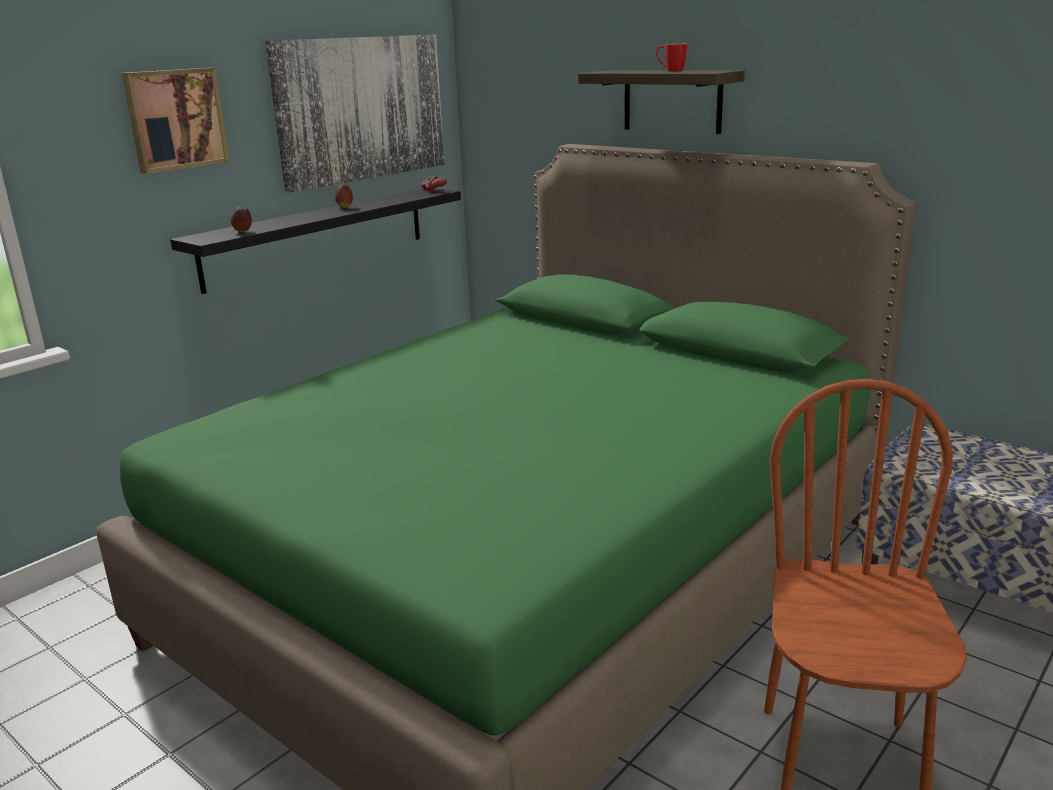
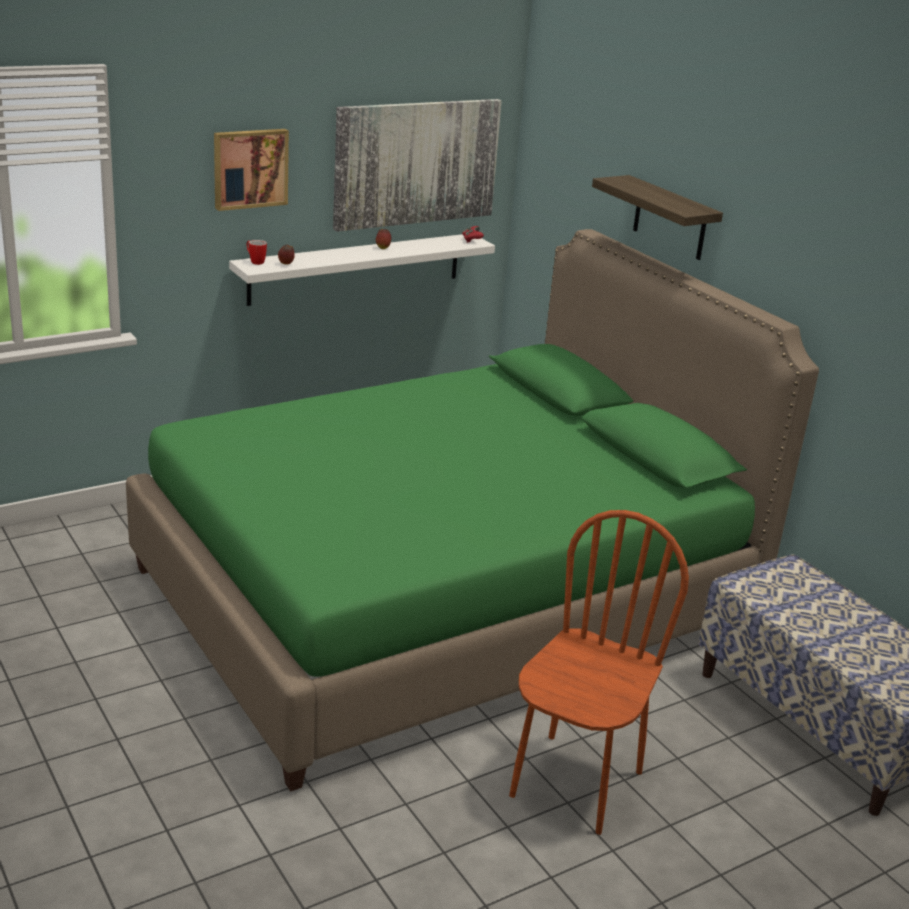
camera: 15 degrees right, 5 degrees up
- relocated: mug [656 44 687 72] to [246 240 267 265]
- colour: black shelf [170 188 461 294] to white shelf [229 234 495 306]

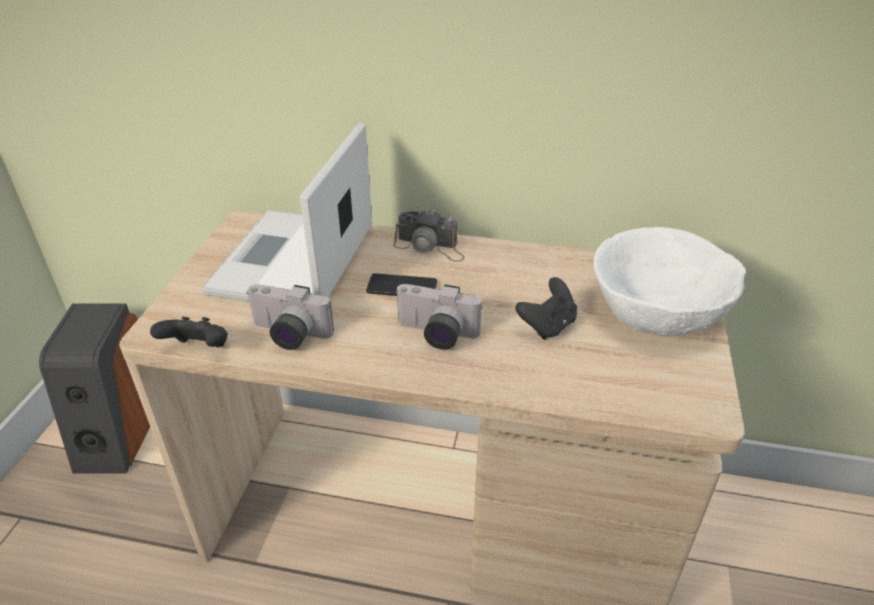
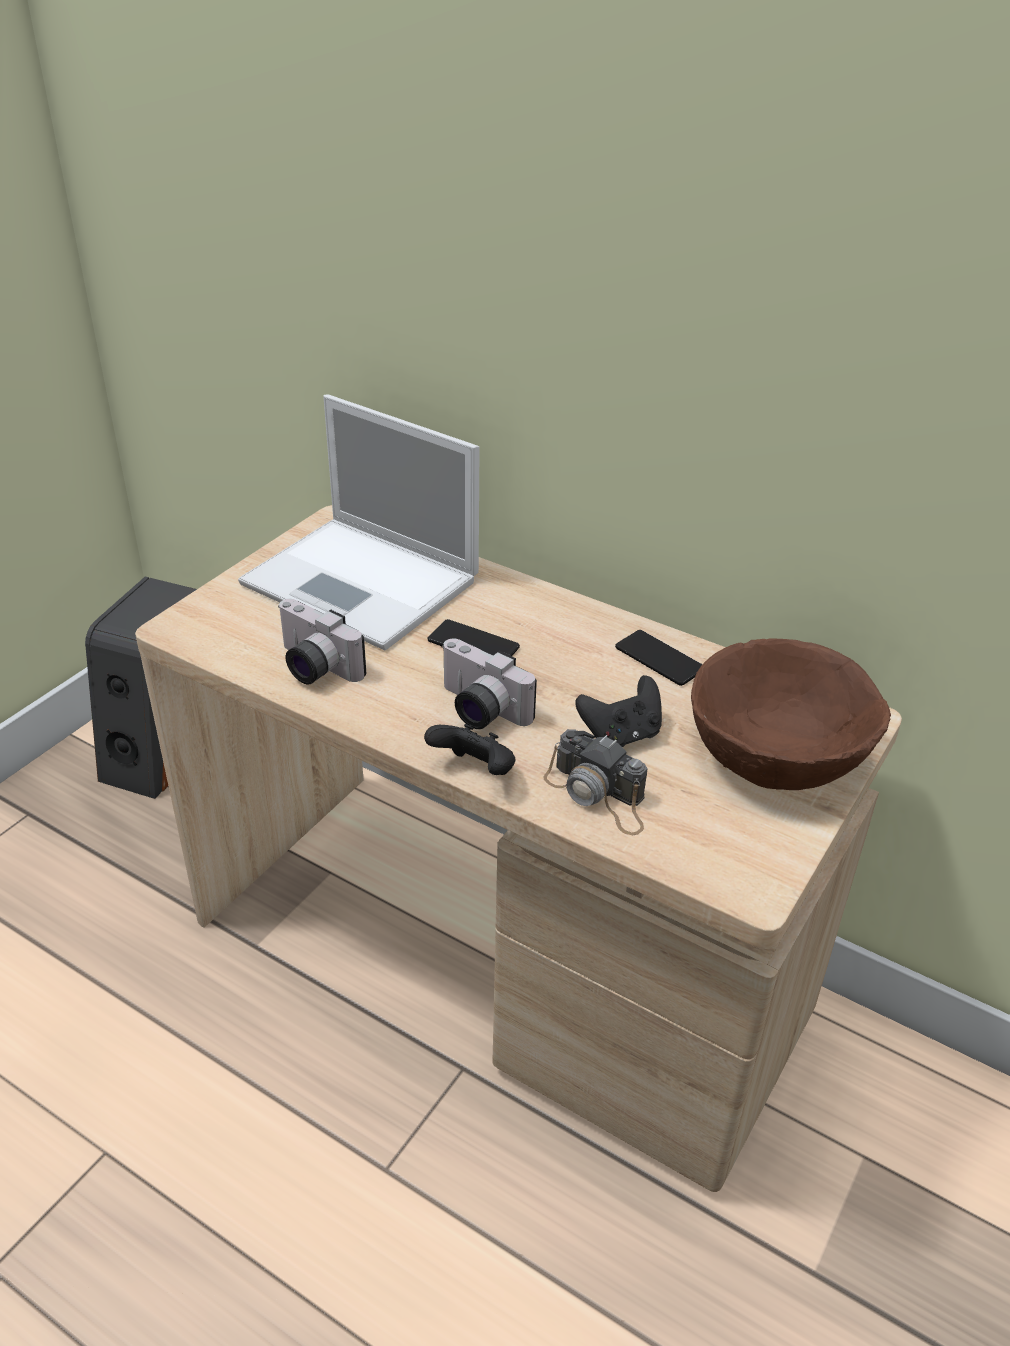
camera: 20 degrees right, 0 degrees up
- spun: laptop [201 123 372 302] = [238 394 480 650] 90 degrees counterclockwise
- relocated: photo camera [393 208 465 262] to [543 729 648 835]
- colour: white bowl [593 227 746 336] to brown bowl [691 638 891 790]
- relocated: black game controller [150 317 228 348] to [424 724 515 775]
- appeared: phone [615 630 702 686]

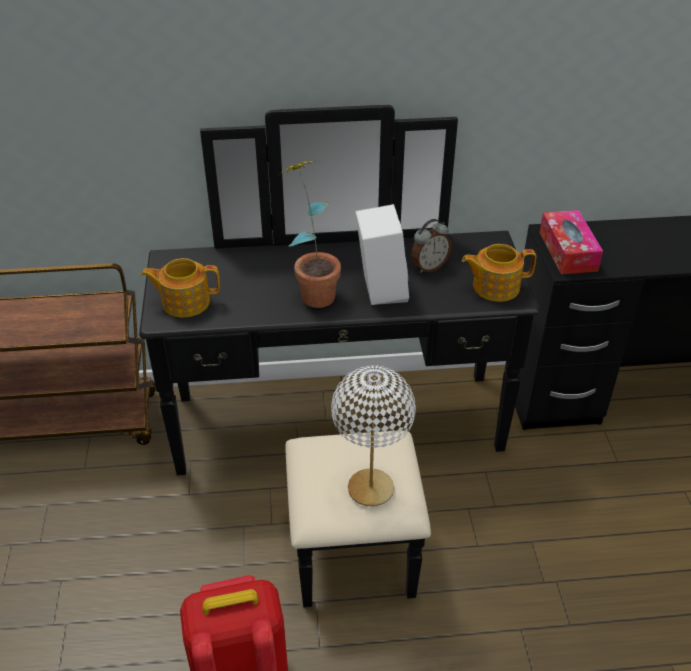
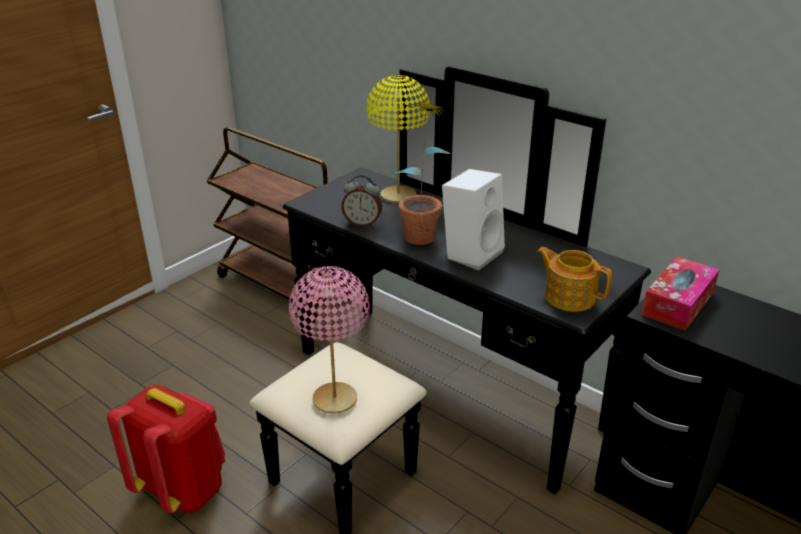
camera: 45 degrees right, 10 degrees down
- relocated: alarm clock [411 219 451 273] to [341 175 382 227]
- missing: teapot [141 258 220 317]
- colour: white table lamp [331 365 416 506] to pink table lamp [289 266 370 414]
- appeared: yellow table lamp [366 75 430 203]

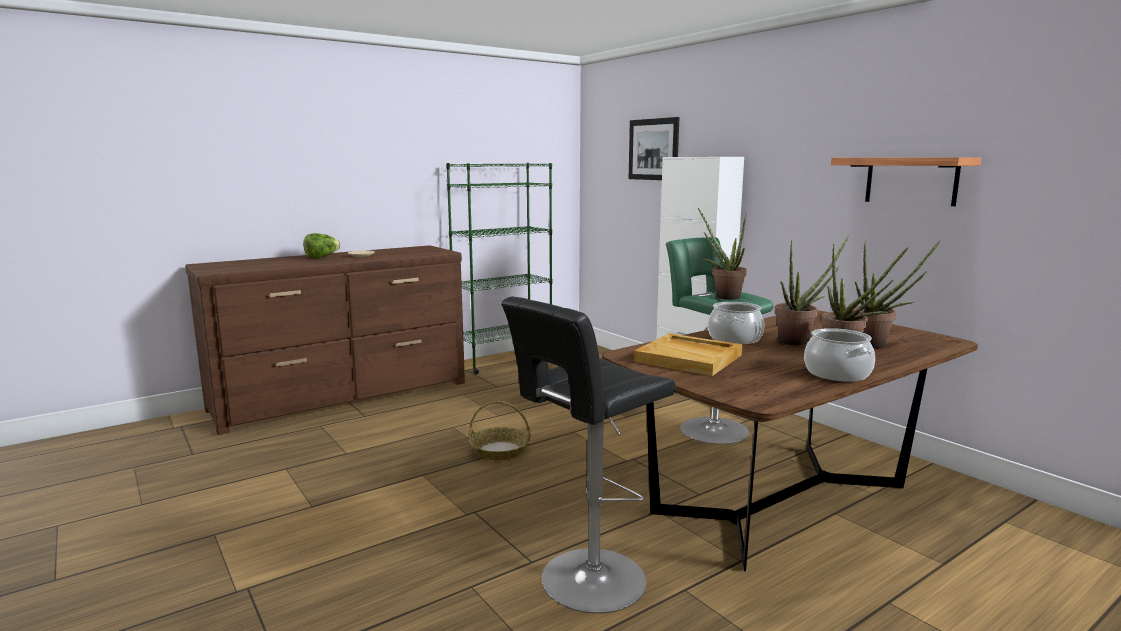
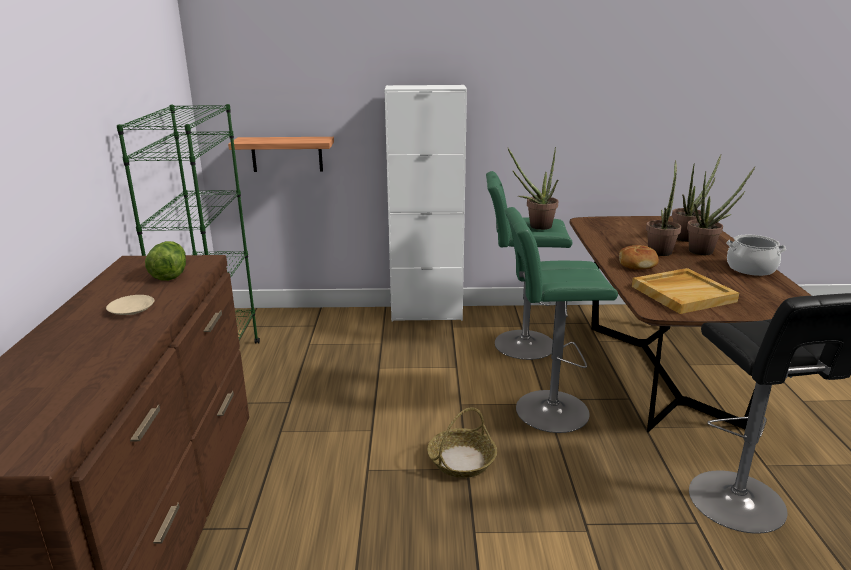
camera: 55 degrees left, 10 degrees up
- missing: picture [629 117 680 180]
- relocated: shelf [831 157 981 206] to [228 137 334 172]
- relocated: lettuce [303 233 341 258] to [145 241 186 281]
- exchanged: cooking pot [708 302 765 345] to bread [619 245 659 270]
- appeared: green stool [505 207 618 433]

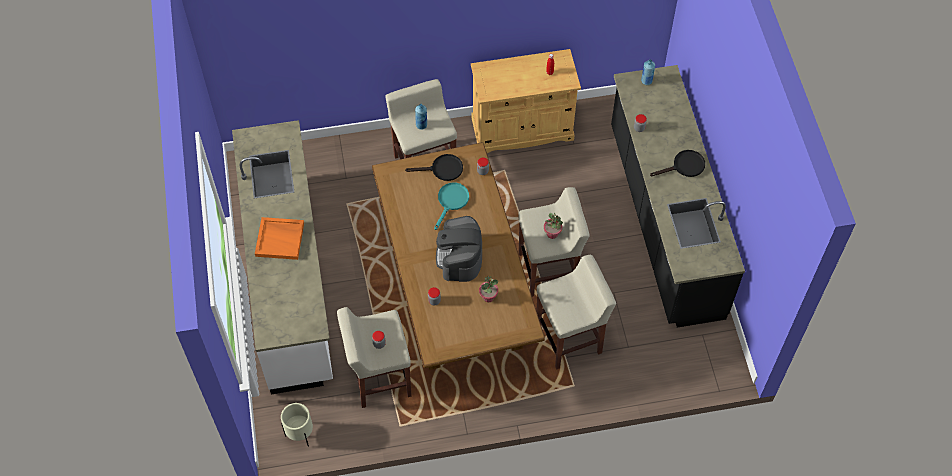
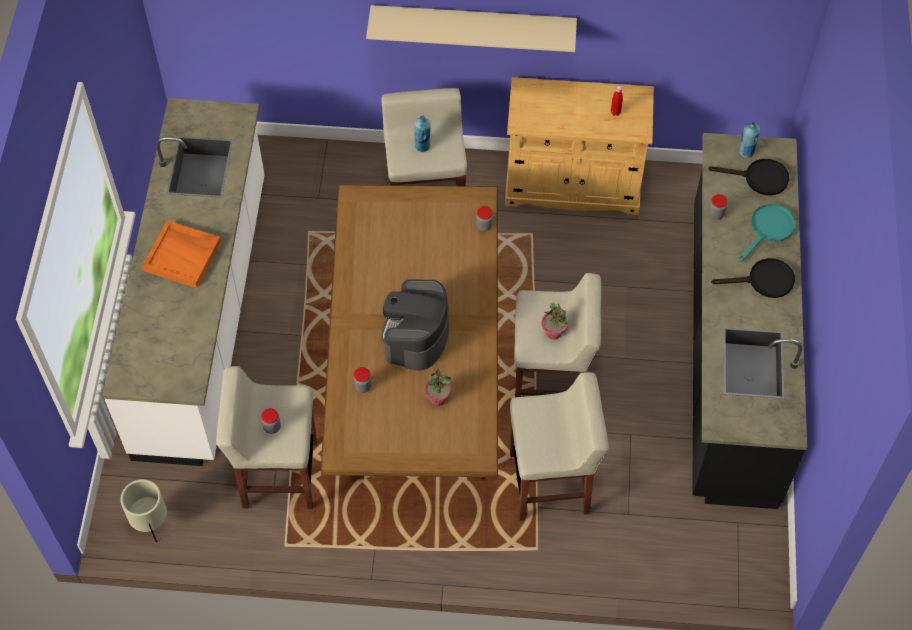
camera: 15 degrees right, 0 degrees up
- relocated: black frying pan [405 154 463 181] to [708 159 789 195]
- relocated: turquoise frying pan [434 182 469 230] to [738 204 796 262]
- appeared: beige shelf [366 5 577 52]

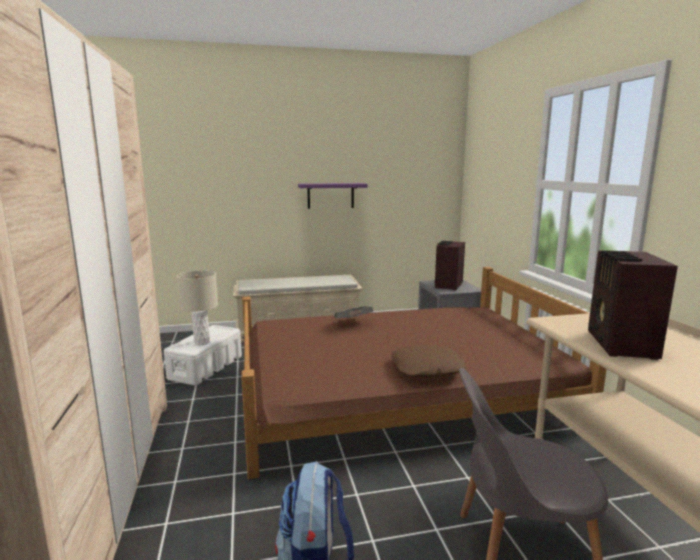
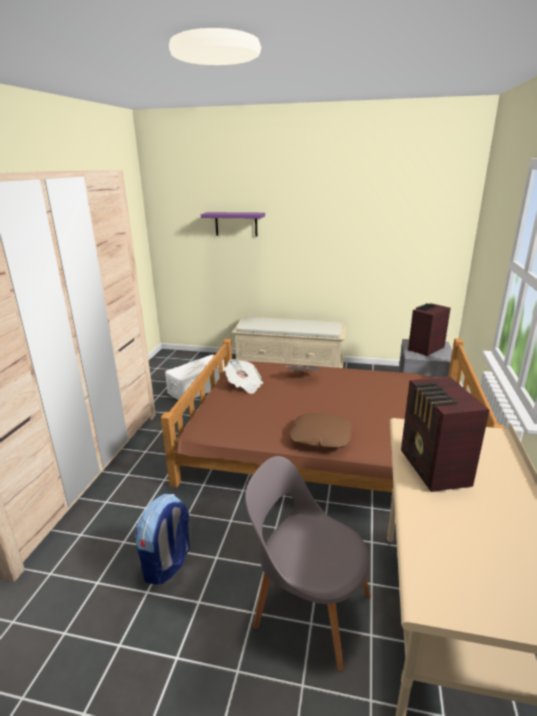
camera: 25 degrees right, 10 degrees up
- relocated: purple shelf [298 183 368 209] to [201 212 265 236]
- spun: radio [588 250 678 360] = [401 376 489 492] 45 degrees counterclockwise
- missing: beige table lamp [177 270 218 345]
- appeared: newspaper [224 359 264 394]

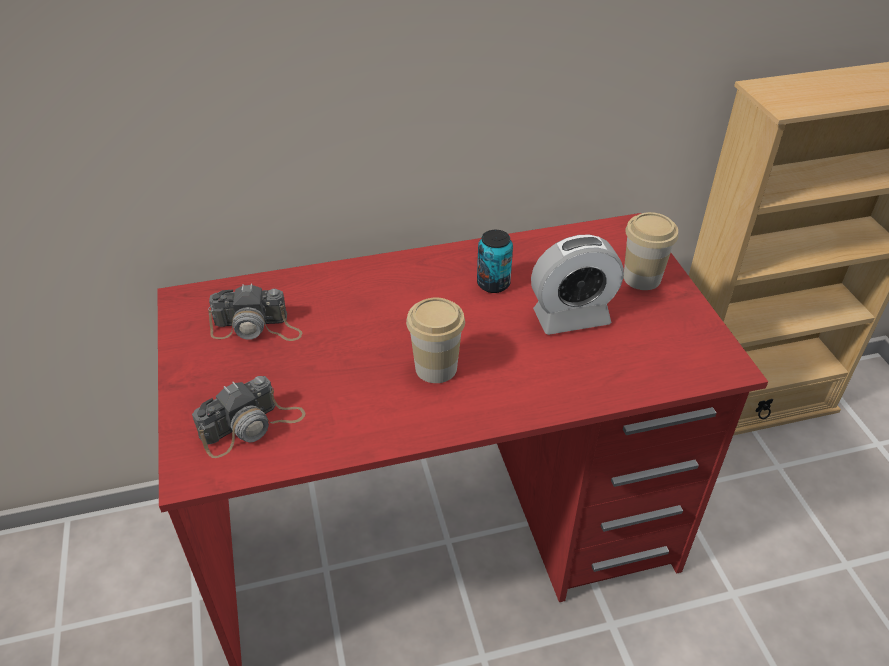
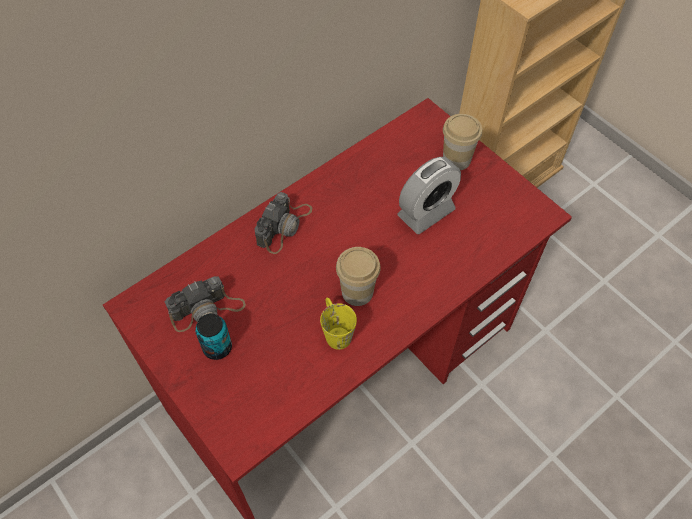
camera: 25 degrees left, 15 degrees up
- relocated: can [477 230 513 293] to [195 314 232 360]
- relocated: photo camera [192 376 306 458] to [255 192 312 254]
- appeared: yellow mug [320 298 357 350]

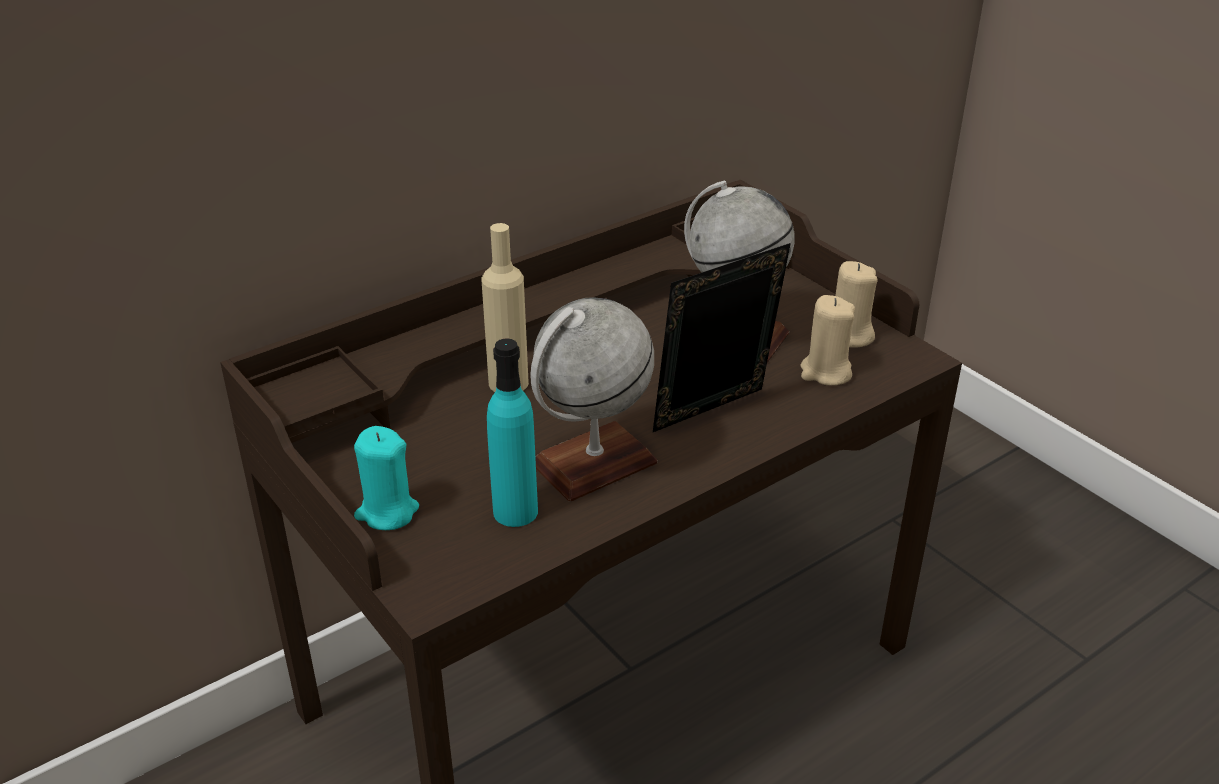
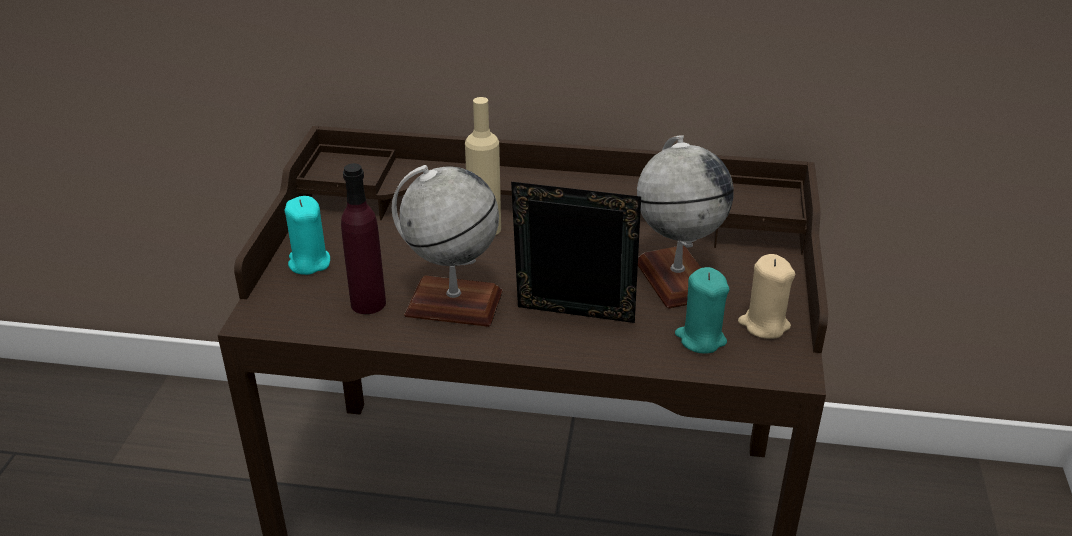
camera: 45 degrees right, 0 degrees up
- colour: beige candle [800 295 855 385] to turquoise candle [675 267 729 354]
- colour: turquoise bottle [487 338 538 527] to purple bottle [341 163 386 314]

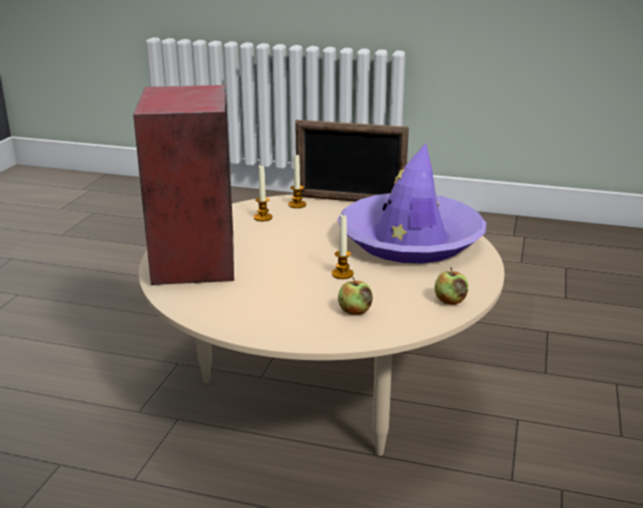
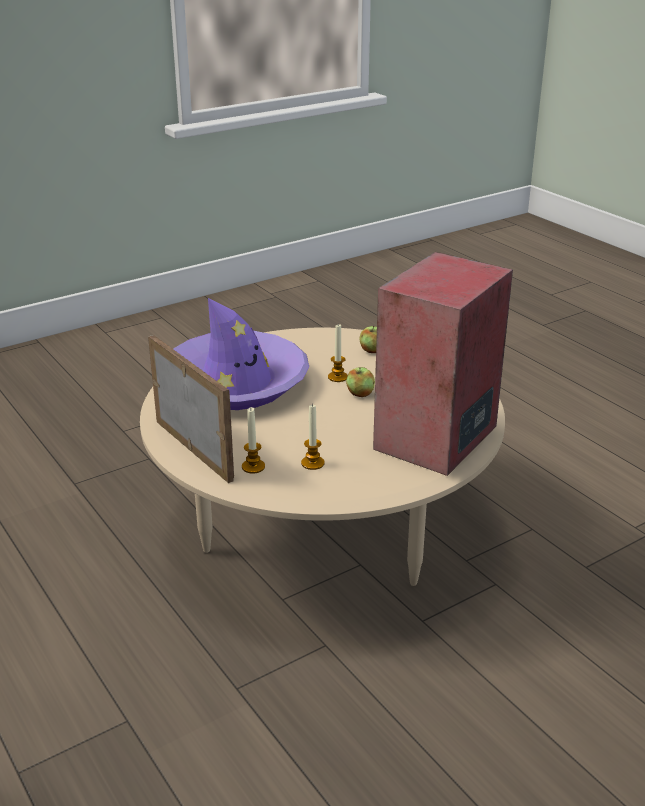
camera: 140 degrees left, 5 degrees up
- relocated: apple [434 267 468 305] to [346 367 375 397]

